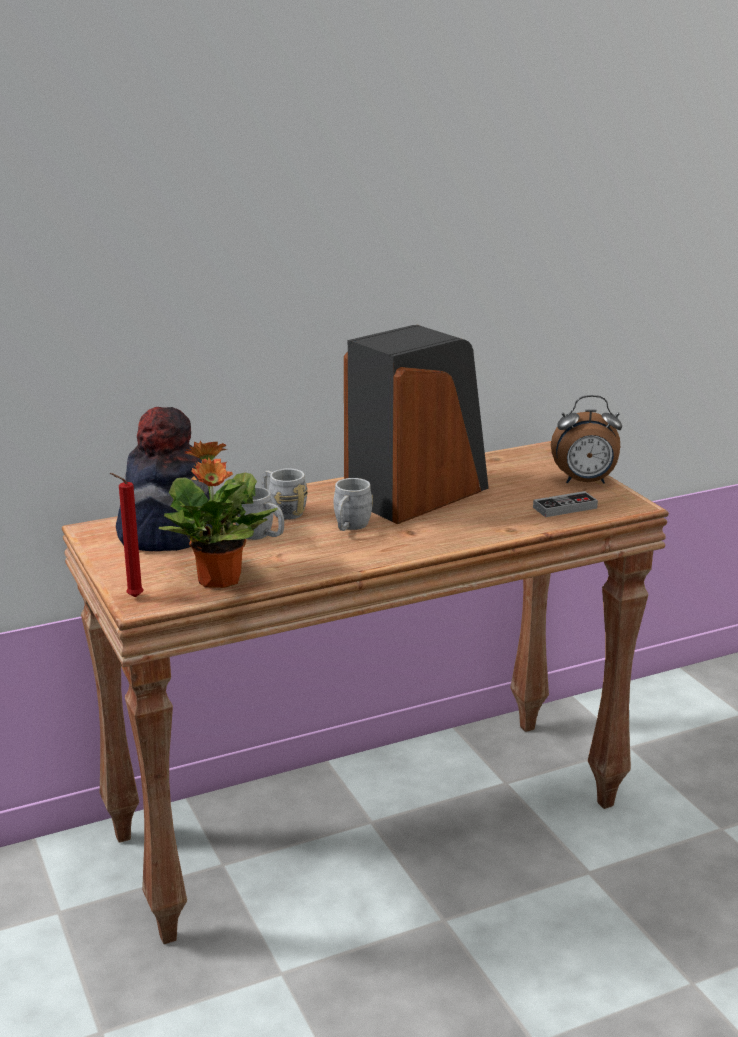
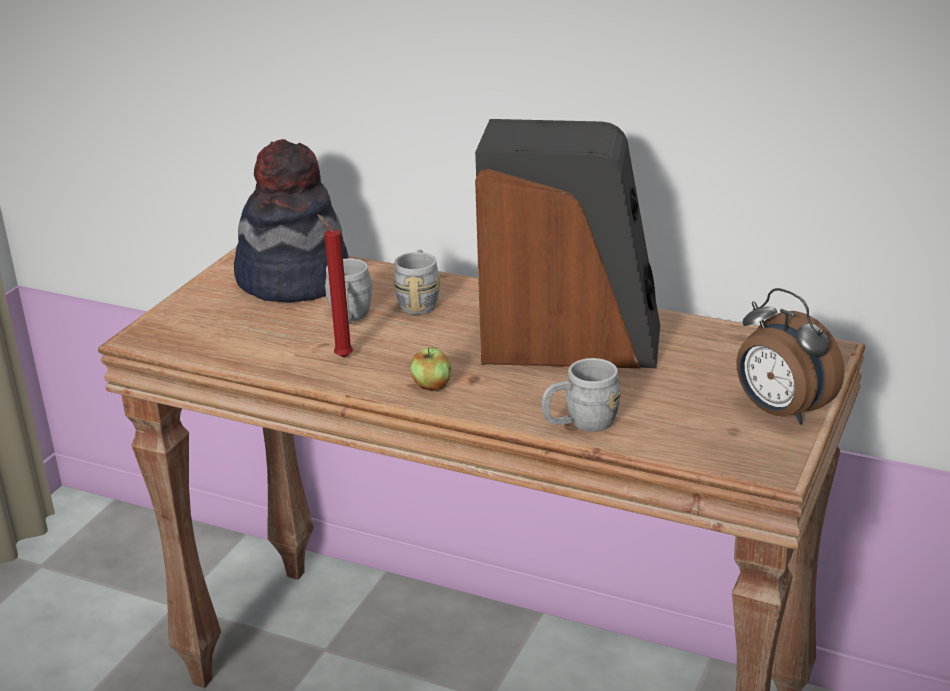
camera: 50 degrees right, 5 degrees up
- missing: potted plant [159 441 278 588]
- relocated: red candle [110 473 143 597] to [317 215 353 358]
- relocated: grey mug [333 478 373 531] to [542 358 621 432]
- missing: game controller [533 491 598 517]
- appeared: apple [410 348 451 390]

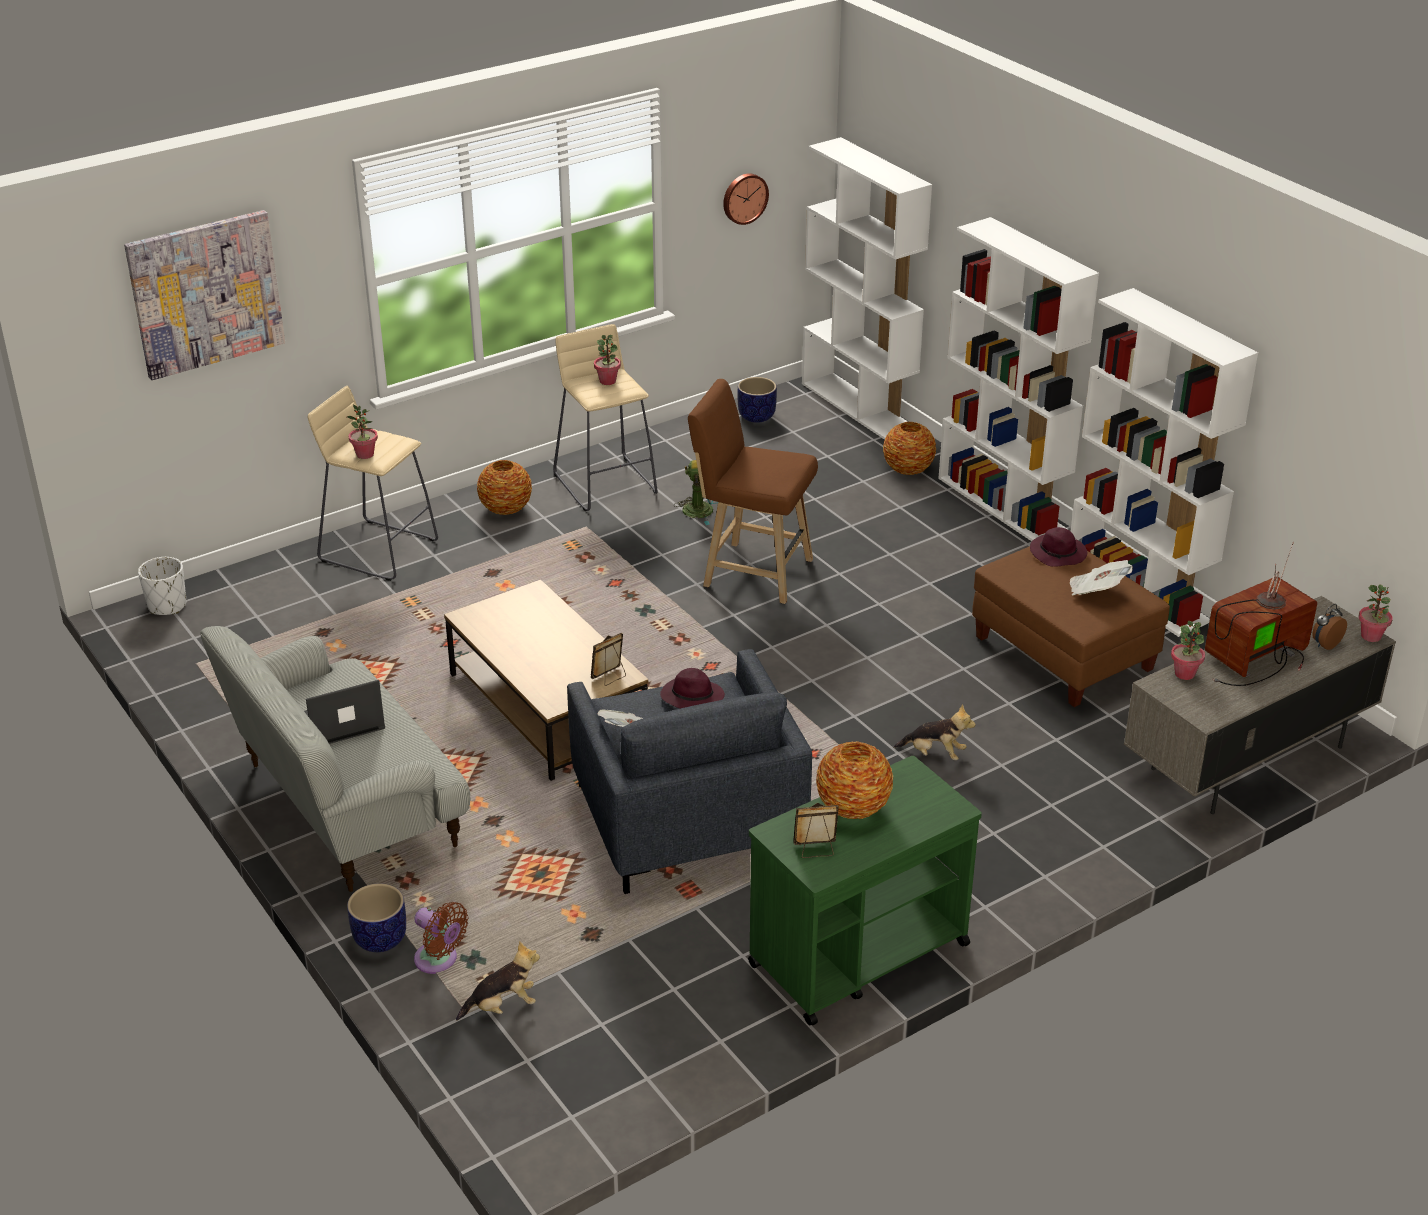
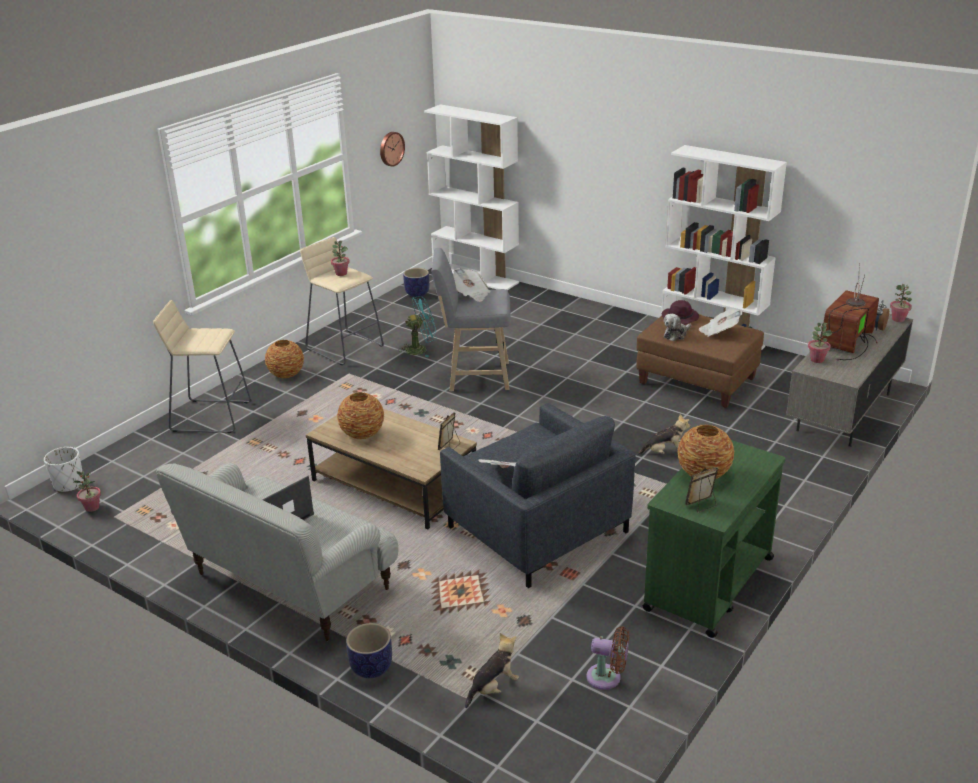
camera: 20 degrees left, 5 degrees down
- missing: picture [124 210 285 380]
- missing: white bookcase [938 217 1099 541]
- colour: brown stool [688 379 818 604] to grey stool [432 248 511 391]
- relocated: potted plant [347 405 378 459] to [74 471 101 512]
- relocated: vase [883 422 936 475] to [337 392 384 439]
- missing: purple hat [660 668 725 709]
- relocated: brown fan [414 902 469 974] to [587 626 629 690]
- appeared: newspaper [453 268 490 302]
- appeared: plush toy [663 314 691 341]

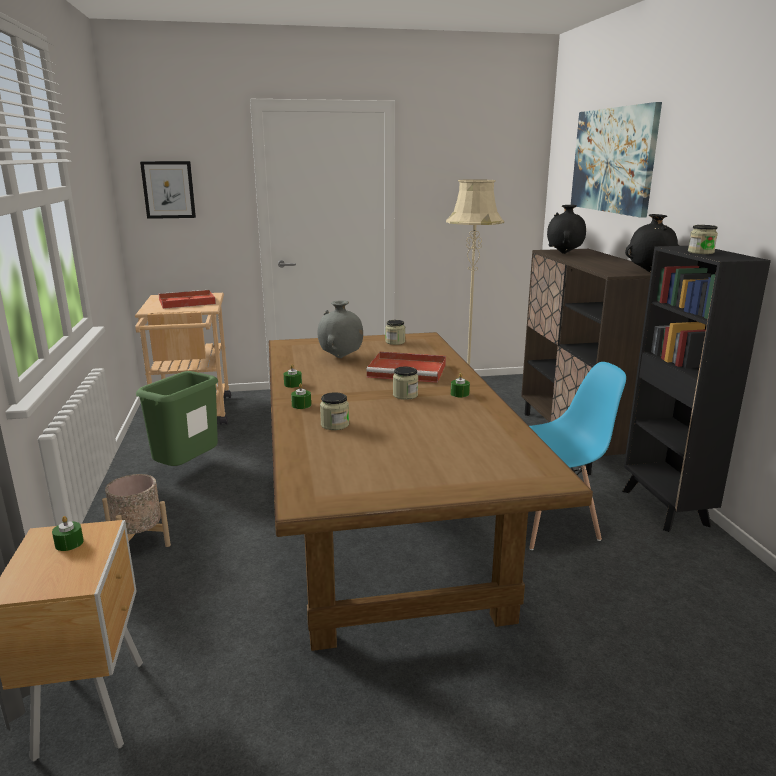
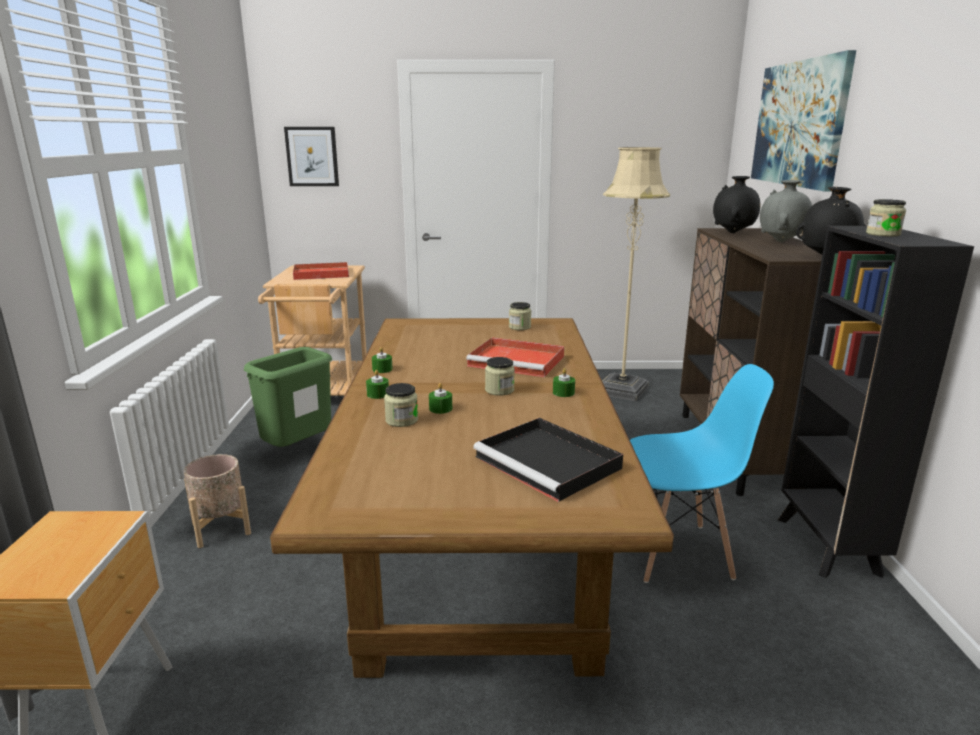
camera: 10 degrees right, 0 degrees up
- relocated: grey vase [318 300 363 358] to [760 180 812 242]
- relocated: green candle [52 516 84 551] to [429 383 452 414]
- appeared: black tray [473 418 623 502]

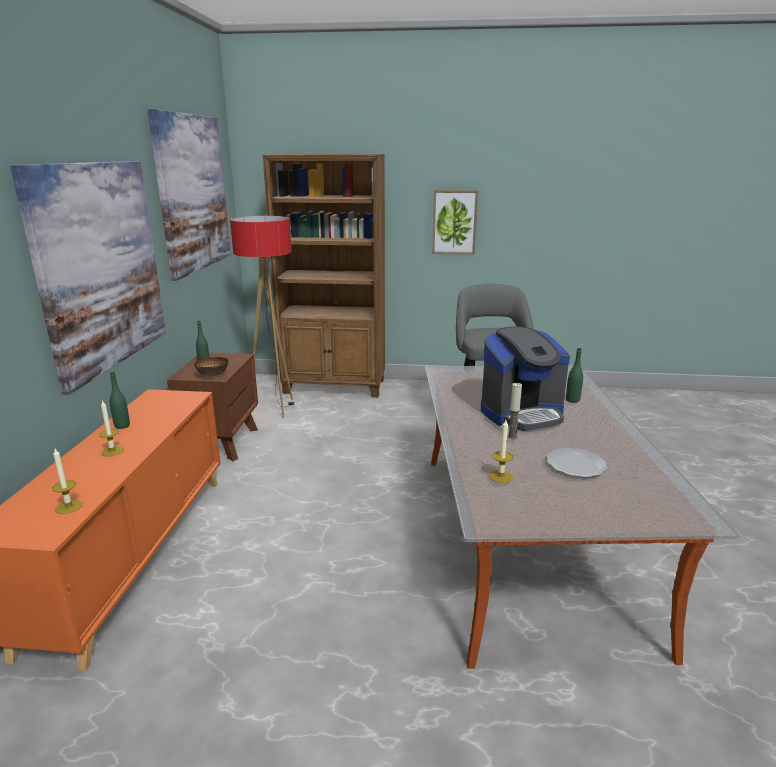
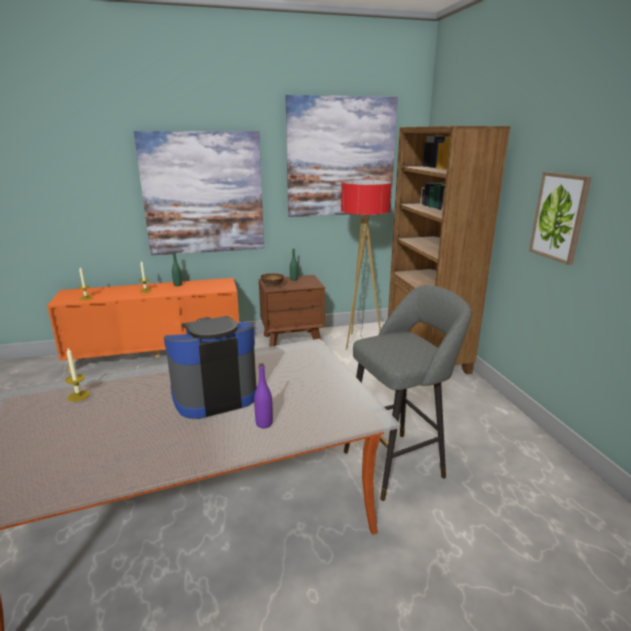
camera: 70 degrees right, 0 degrees up
- spun: coffee machine [481 326 570 431] = [164 316 257 419] 105 degrees clockwise
- colour: green bottle [566 348 583 403] to purple bottle [254 363 273 428]
- missing: candle [508 383 522 439]
- missing: plate [547 448 607 477]

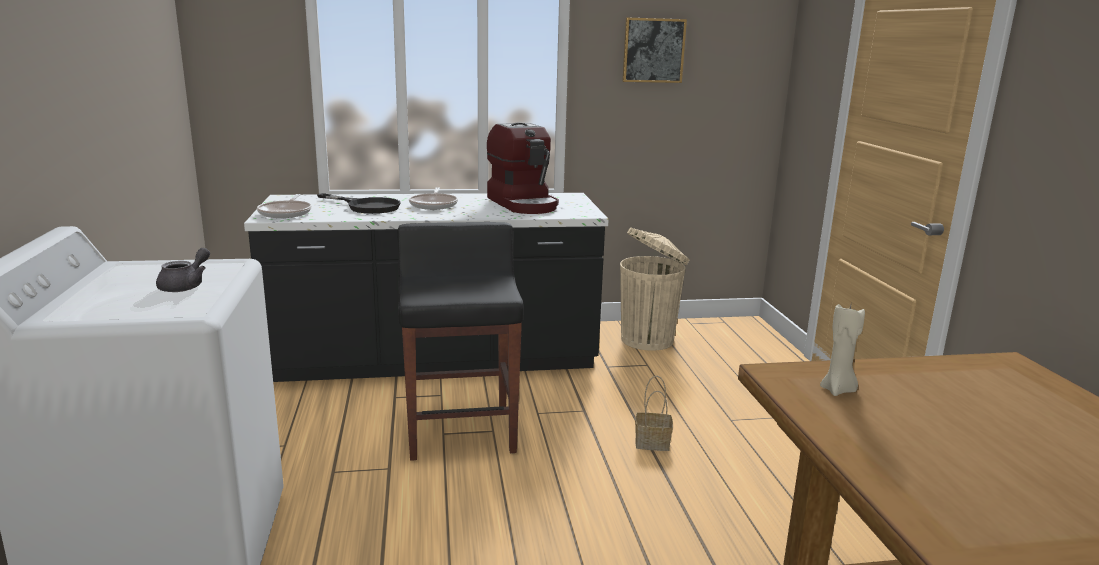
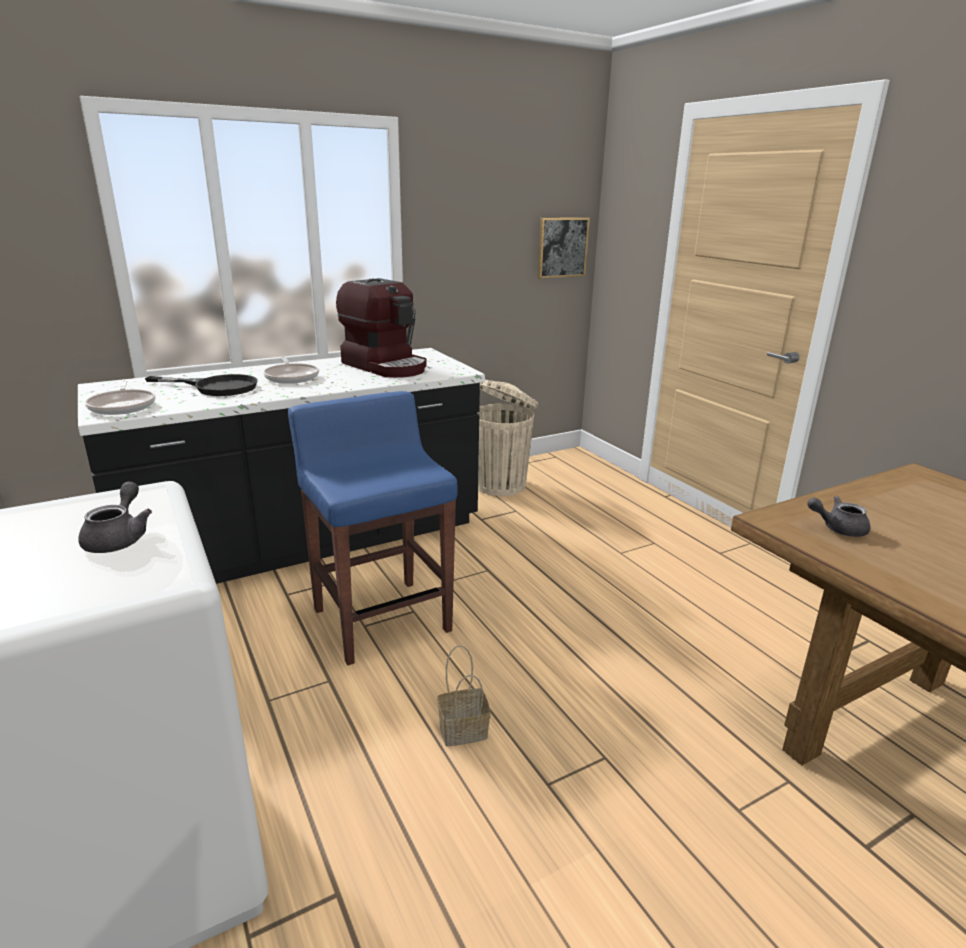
camera: 20 degrees left, 5 degrees up
- relocated: picture [622 17 687 83] to [538 217 590 278]
- colour: black stool [397 222 523 460] to blue stool [288 391 458 665]
- exchanged: beige candle [820 304 865 396] to grey teapot [807 496 870 537]
- relocated: basket [635 376 673 451] to [437 645 491 746]

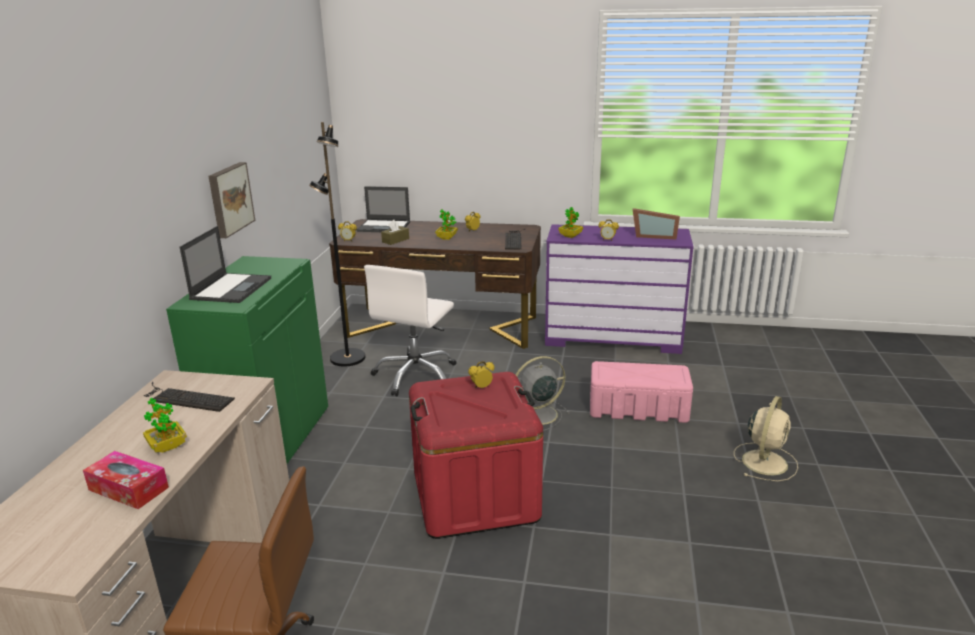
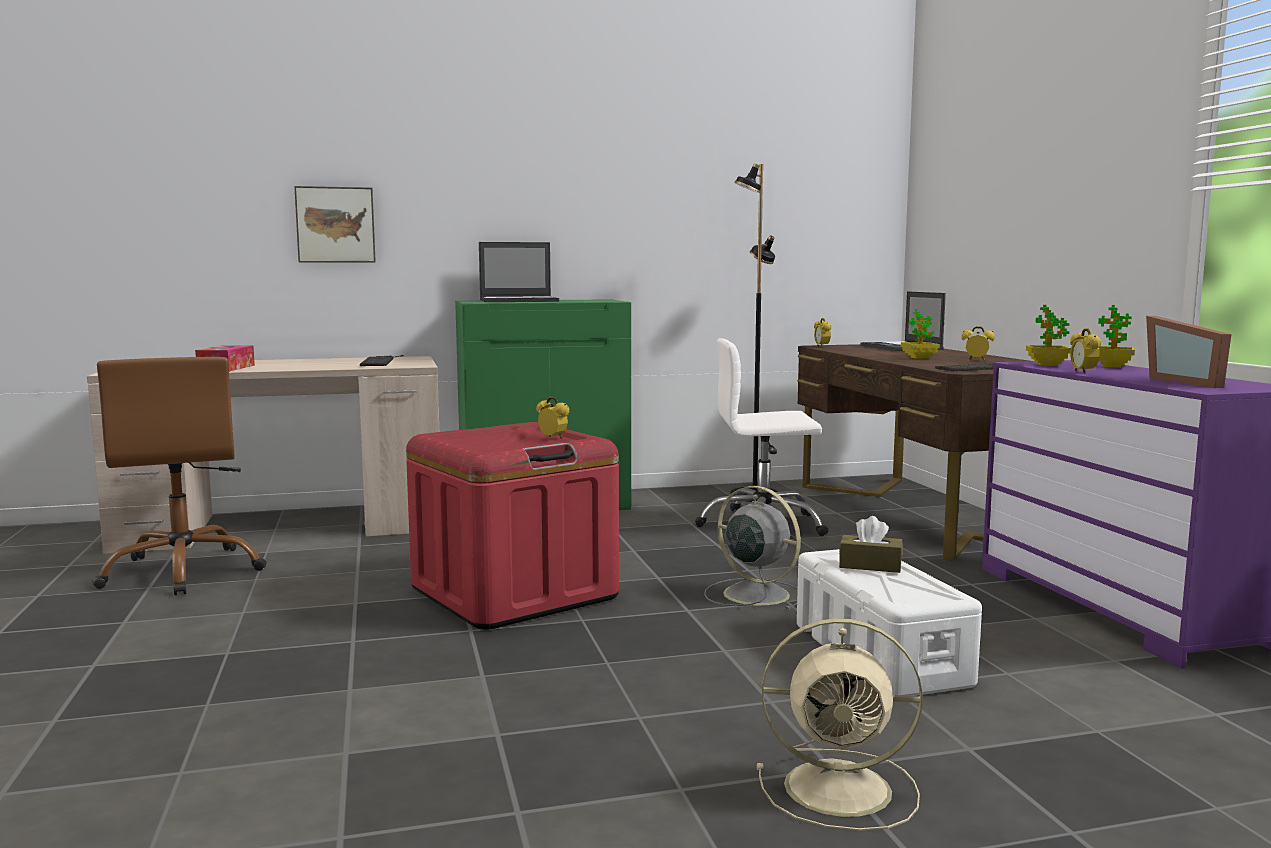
camera: 65 degrees right, 15 degrees down
- relocated: picture [209 162 255 238] to [294 186 376 263]
- relocated: brown tissue box [381 220 409 245] to [839 516 903 573]
- colour: pink storage box [590 361 693 423] to white storage box [797 549 982 696]
- relocated: potted plant [143 398 187 453] to [1098 305 1135 368]

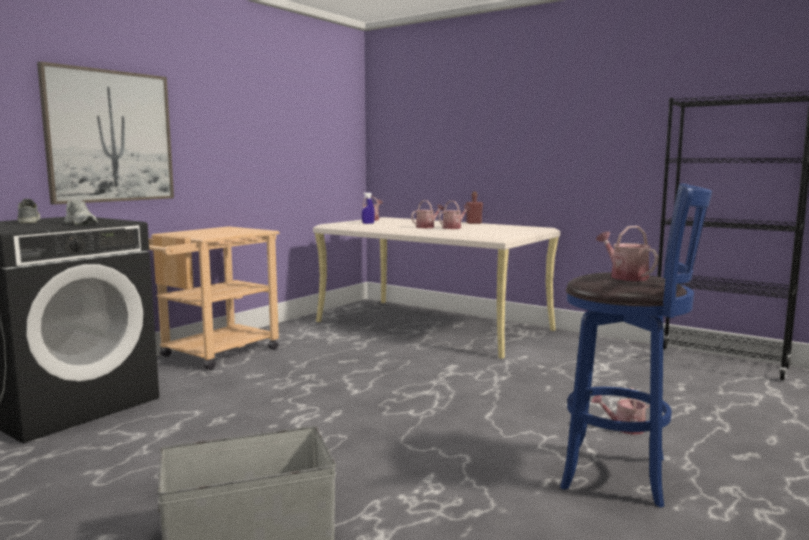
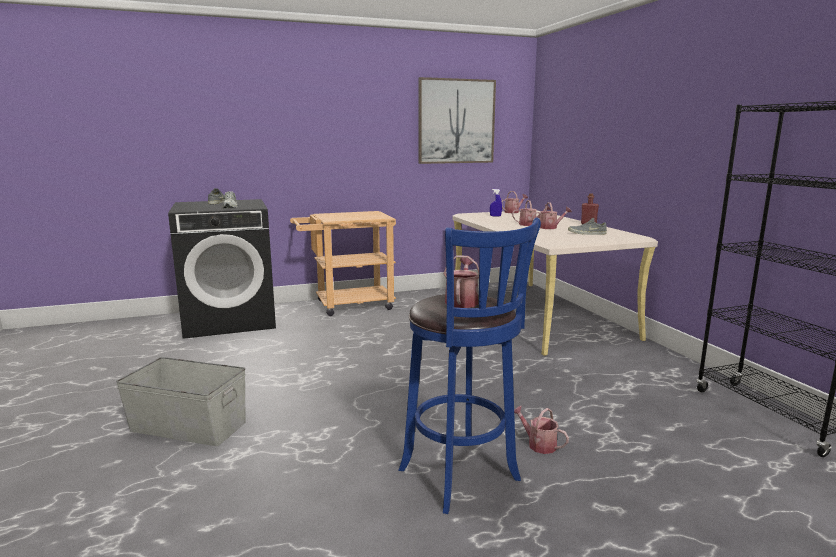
camera: 35 degrees right, 5 degrees up
- relocated: picture [37 61 174 205] to [418 77 496 164]
- appeared: grey shoe [568 218 607 235]

